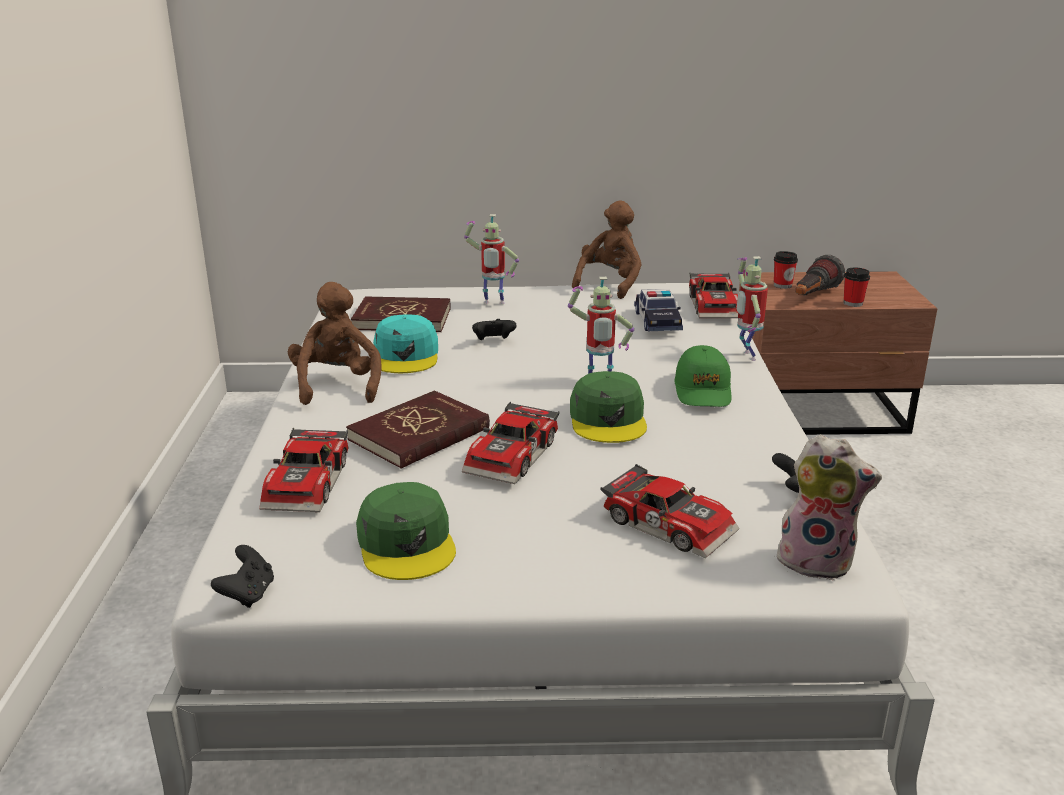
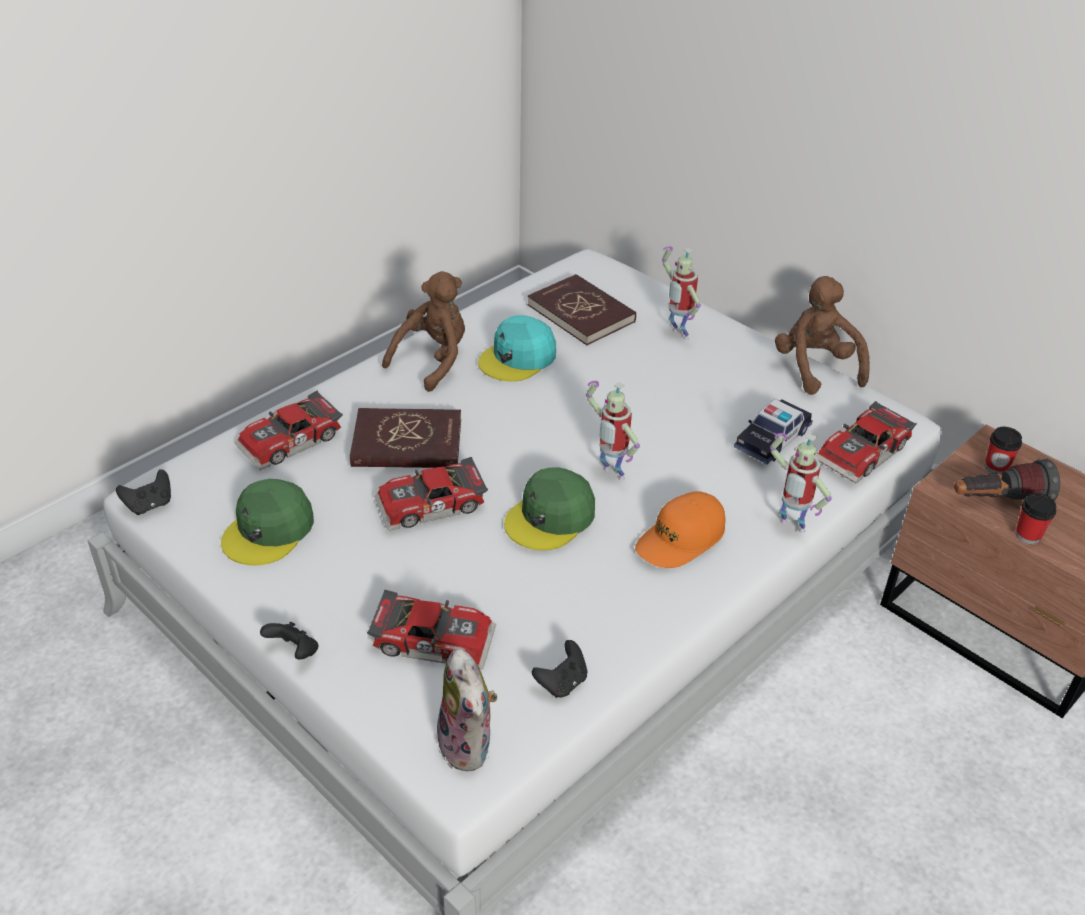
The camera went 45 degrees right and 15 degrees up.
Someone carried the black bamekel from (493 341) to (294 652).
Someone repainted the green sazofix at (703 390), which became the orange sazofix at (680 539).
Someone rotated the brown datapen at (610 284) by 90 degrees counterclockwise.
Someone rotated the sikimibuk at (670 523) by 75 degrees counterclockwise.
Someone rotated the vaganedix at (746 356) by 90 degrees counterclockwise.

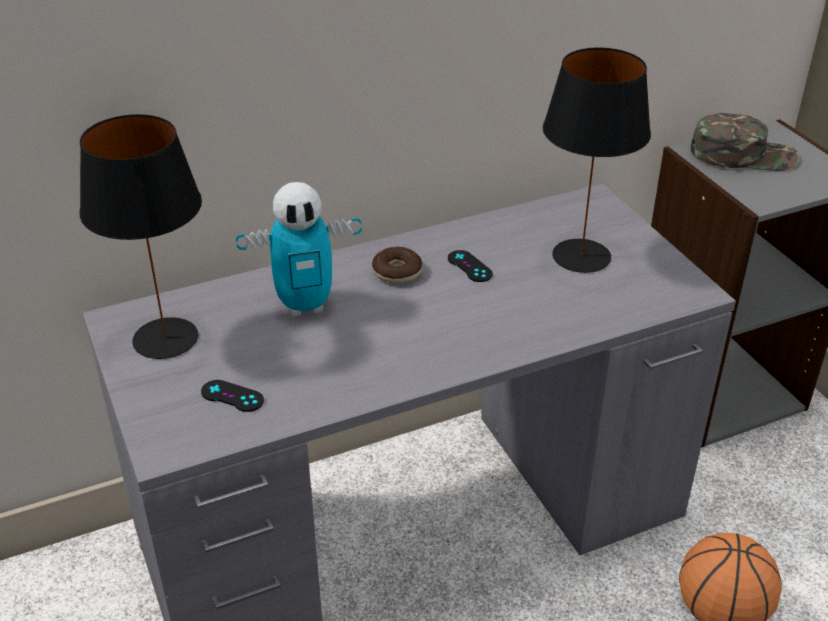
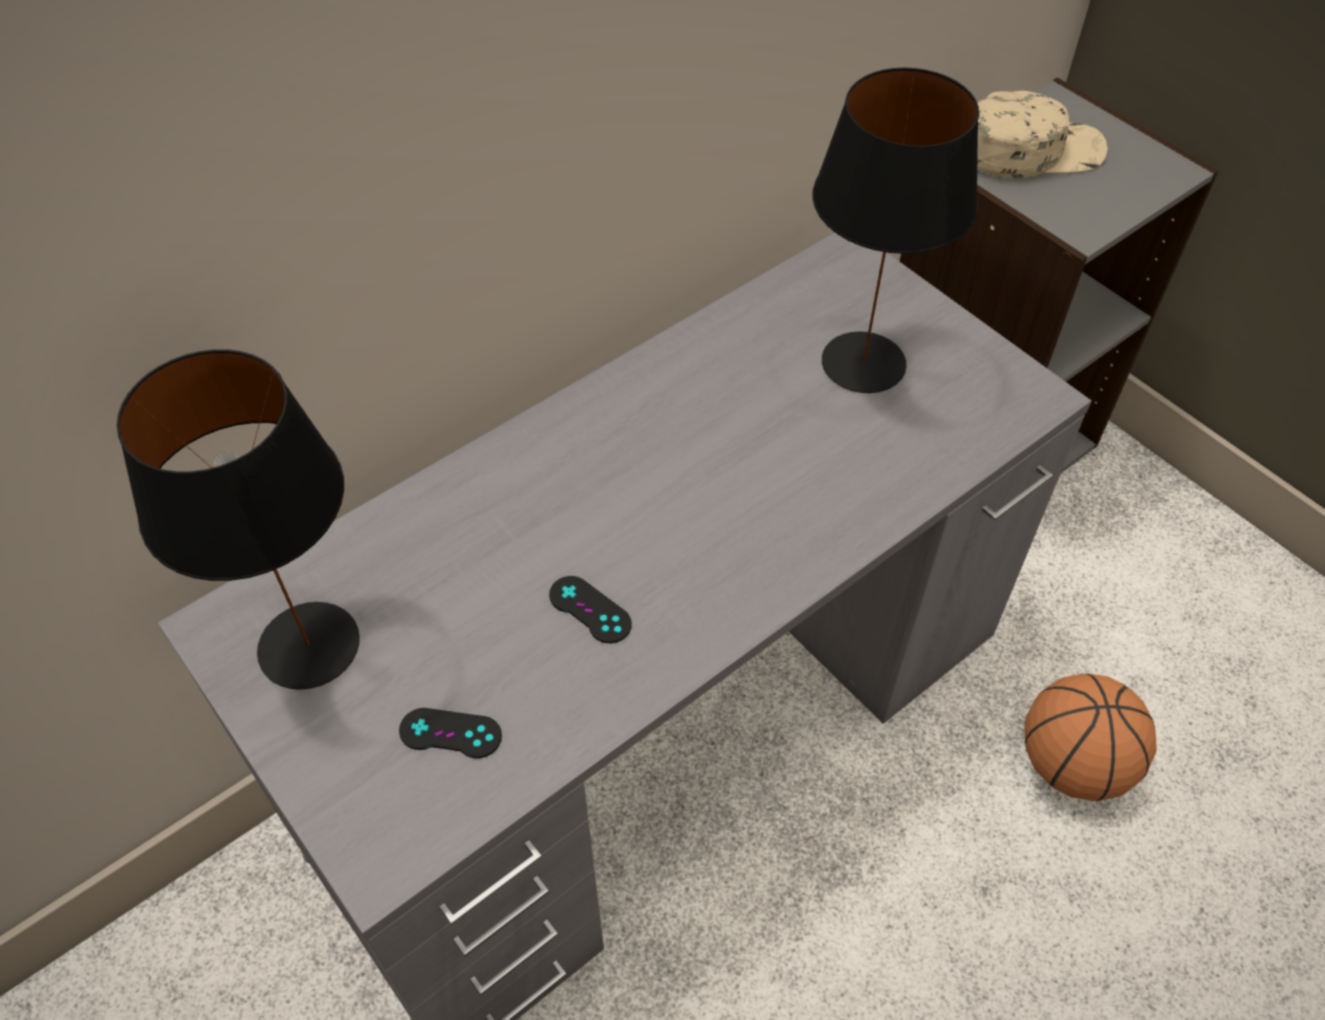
The camera went 15 degrees left and 15 degrees up.
Someone took away the vaganedix at (305 305).
Someone took away the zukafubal at (397 272).
Someone carried the black bamekel from (469 266) to (590 610).
Someone repainted the green sazofix at (742 154), which became the beige sazofix at (1030 149).

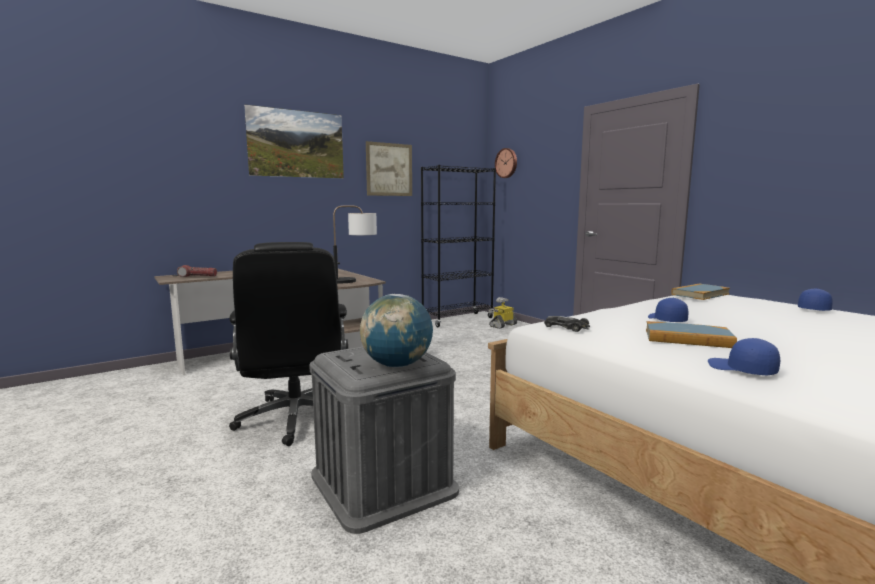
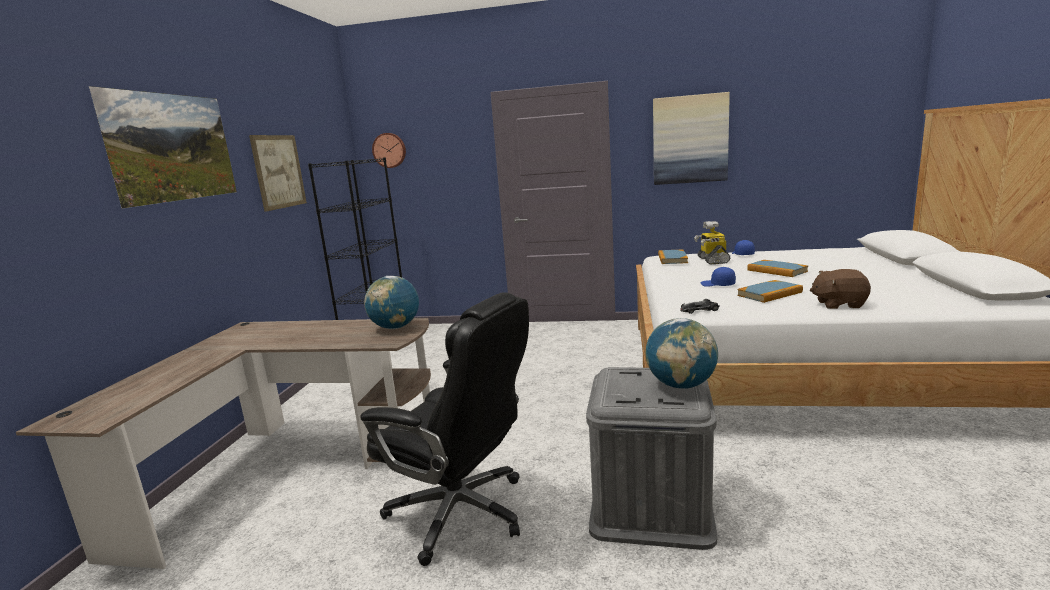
The camera went 45 degrees left and 5 degrees up.
Someone took away the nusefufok at (197 276).
Someone put up the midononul at (690 139).
Someone put down the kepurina at (777 271).
Someone carried the vaganedix from (502 325) to (712 260).
Someone swapped the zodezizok at (355 280) for the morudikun at (395 327).
Someone swapped the blue sazofix at (741 370) for the brown datapen at (838 304).

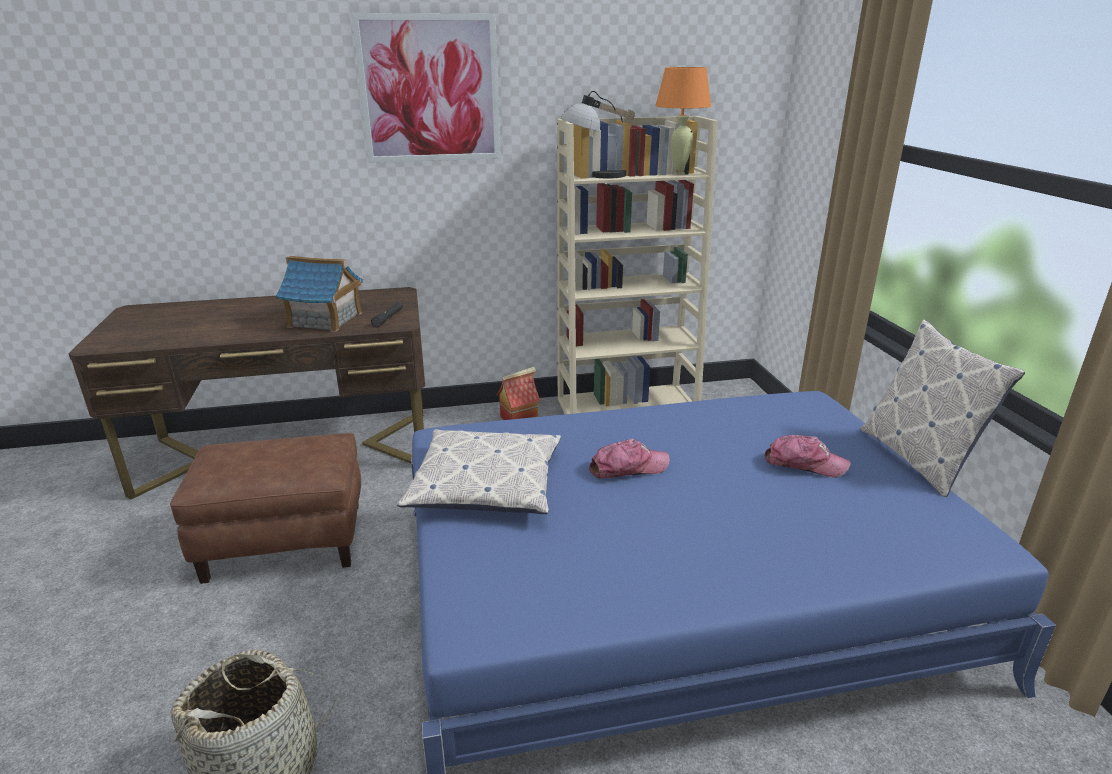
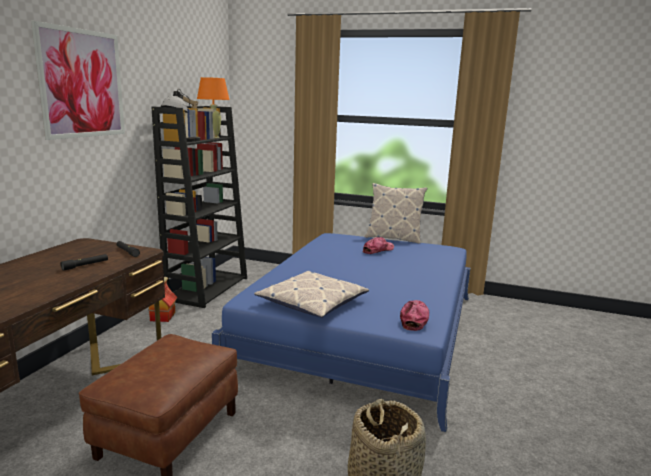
The camera went 60 degrees left and 10 degrees down.
Someone carried the sazofix from (628 467) to (414 319).
Someone swapped the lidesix at (325 320) for the black nusefufok at (85 265).
Someone repainted the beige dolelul at (628 407), which became the black dolelul at (207 288).

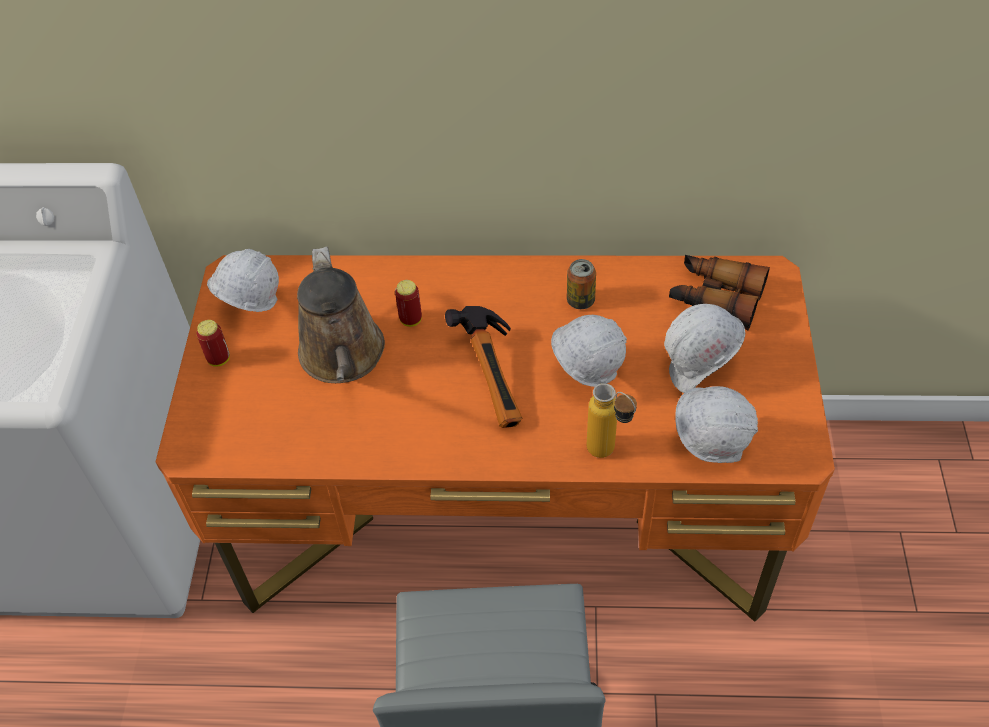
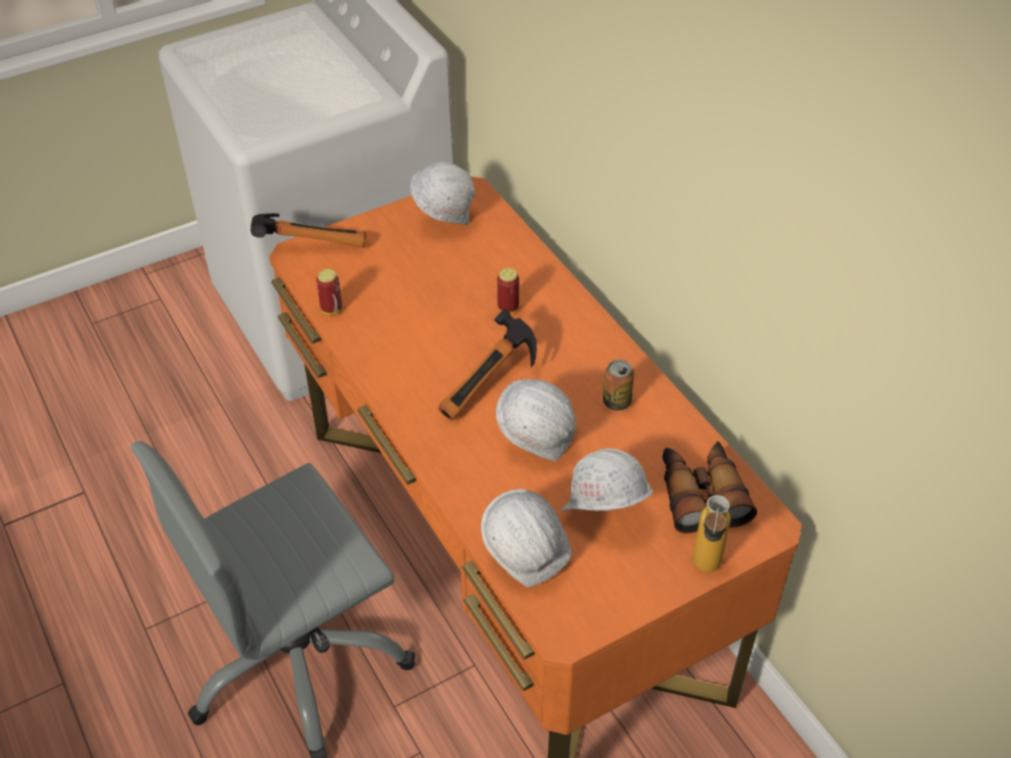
The camera went 55 degrees right and 5 degrees down.
Someone took away the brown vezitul at (343 357).
Someone put down the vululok at (311 243).
Someone carried the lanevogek from (219 359) to (331 309).
Someone carried the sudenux from (609 454) to (704 572).

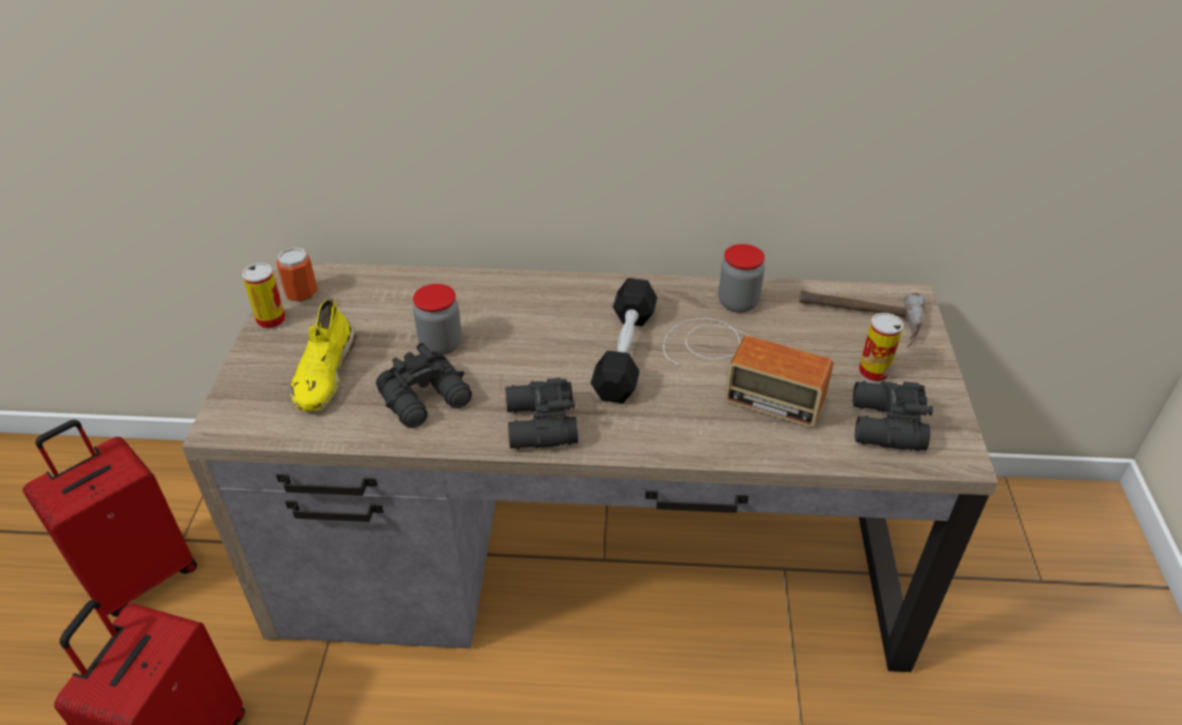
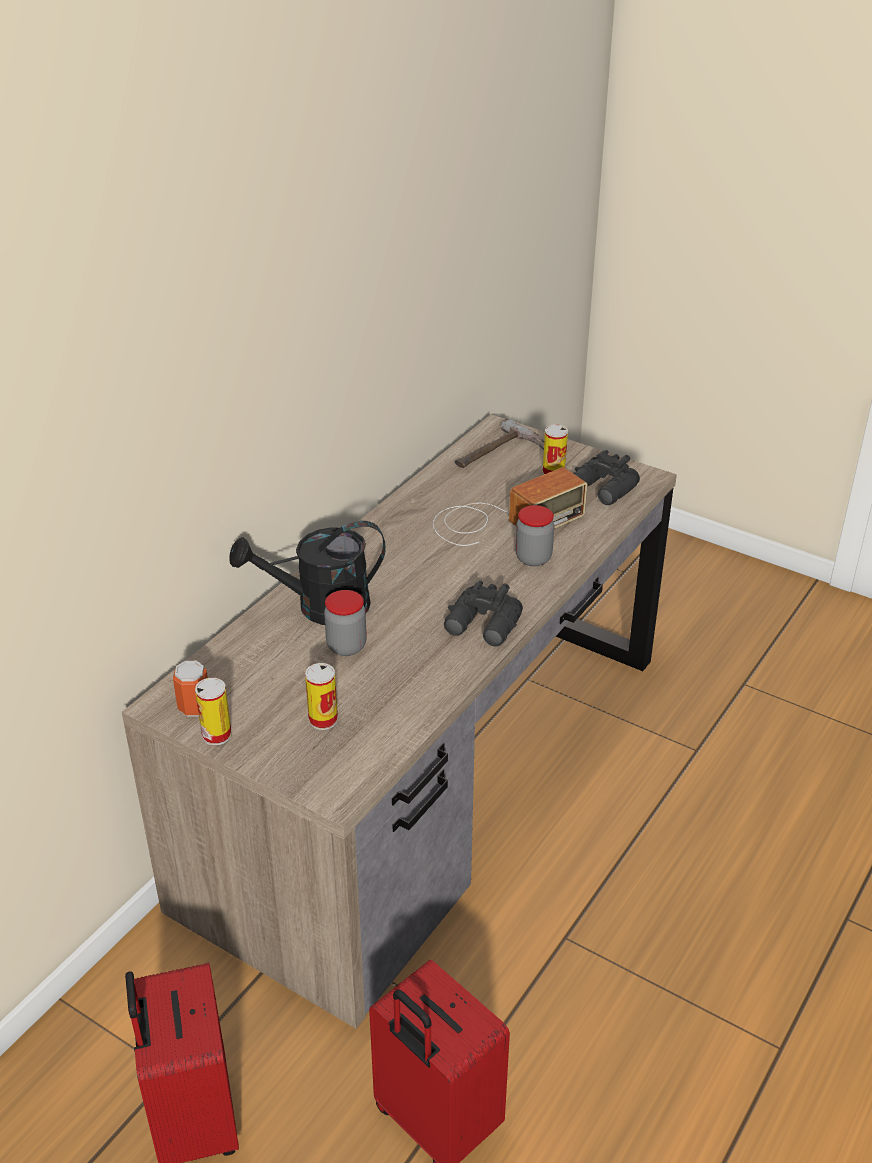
The camera went 60 degrees left and 5 degrees down.
Someone took away the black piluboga at (428 399).
Someone took away the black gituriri at (625 352).
Someone put down the black vezitul at (320 607).
Someone carried the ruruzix from (738 303) to (533 558).
Someone swapped the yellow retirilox at (324 373) for the lanevogek at (323 719).

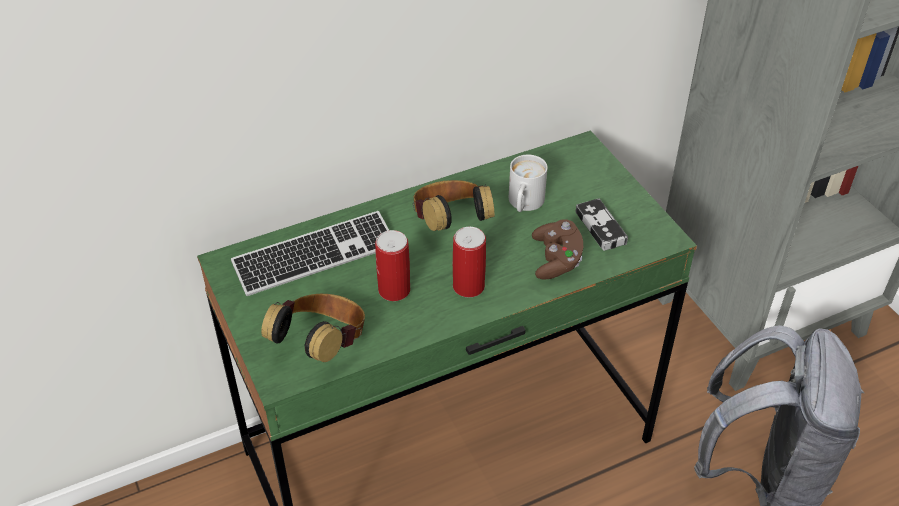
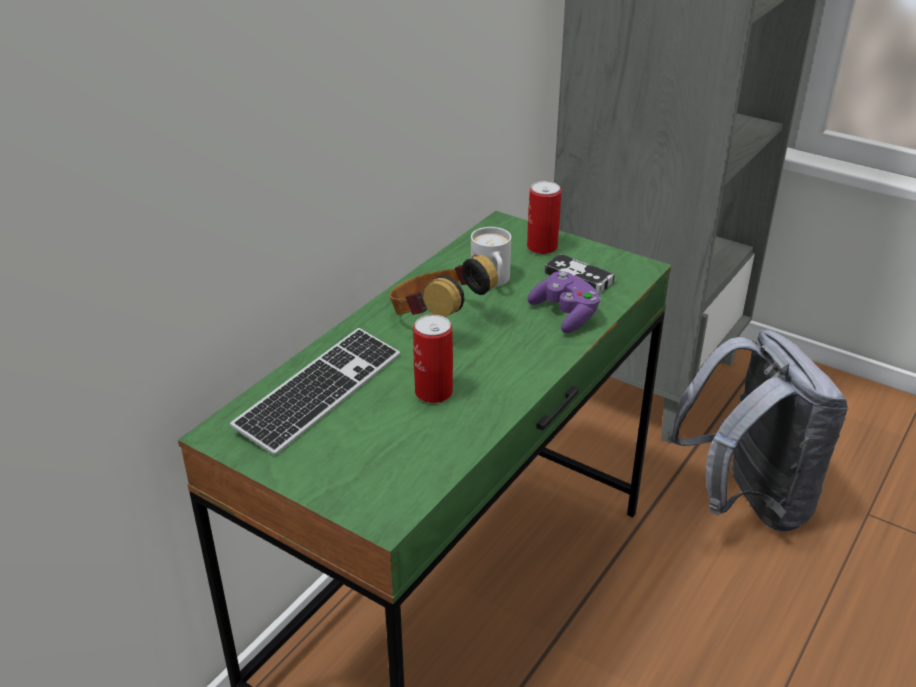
The camera went 30 degrees left and 10 degrees down.
Someone took away the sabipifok at (322 345).
Someone carried the lanevogek from (468 286) to (542 247).
Someone repainted the brown bamekel at (556 260), which became the purple bamekel at (565 314).

